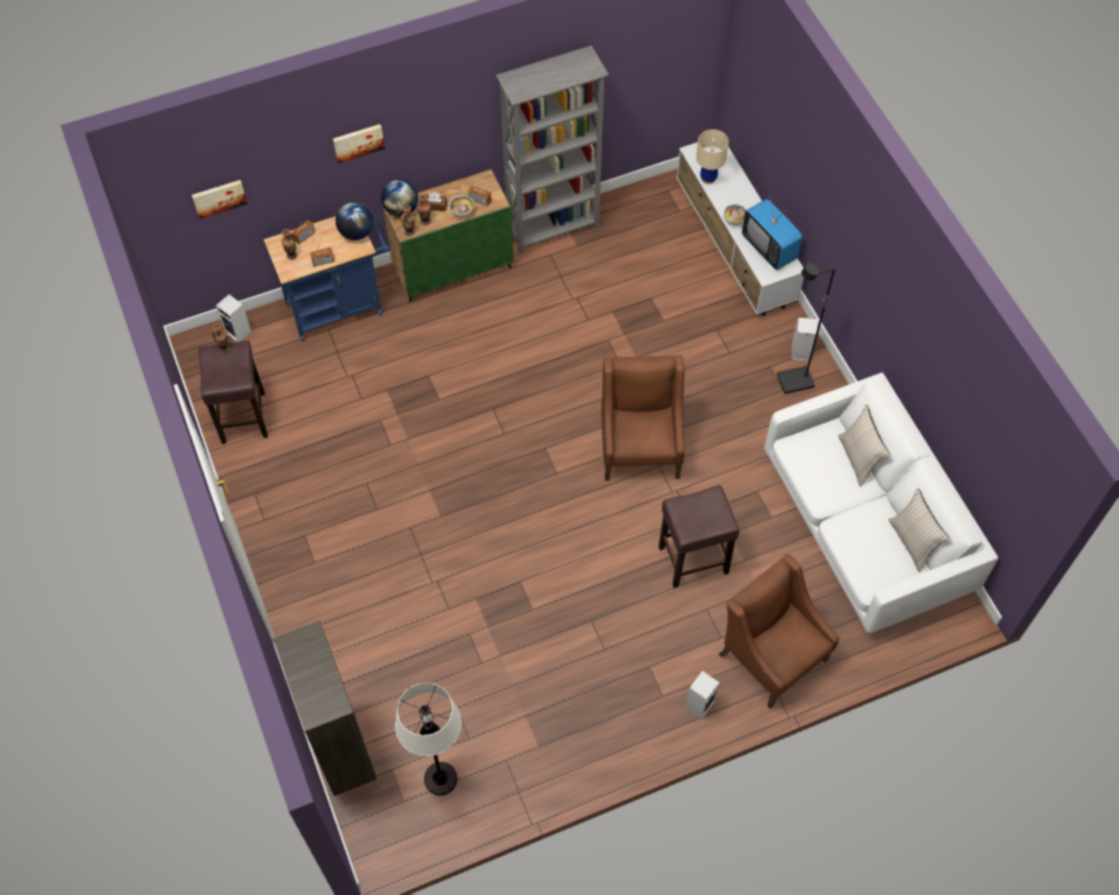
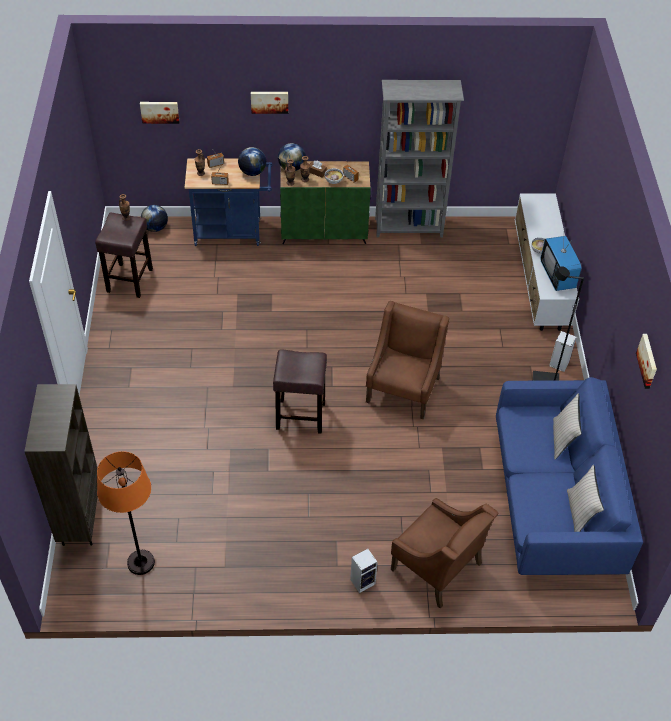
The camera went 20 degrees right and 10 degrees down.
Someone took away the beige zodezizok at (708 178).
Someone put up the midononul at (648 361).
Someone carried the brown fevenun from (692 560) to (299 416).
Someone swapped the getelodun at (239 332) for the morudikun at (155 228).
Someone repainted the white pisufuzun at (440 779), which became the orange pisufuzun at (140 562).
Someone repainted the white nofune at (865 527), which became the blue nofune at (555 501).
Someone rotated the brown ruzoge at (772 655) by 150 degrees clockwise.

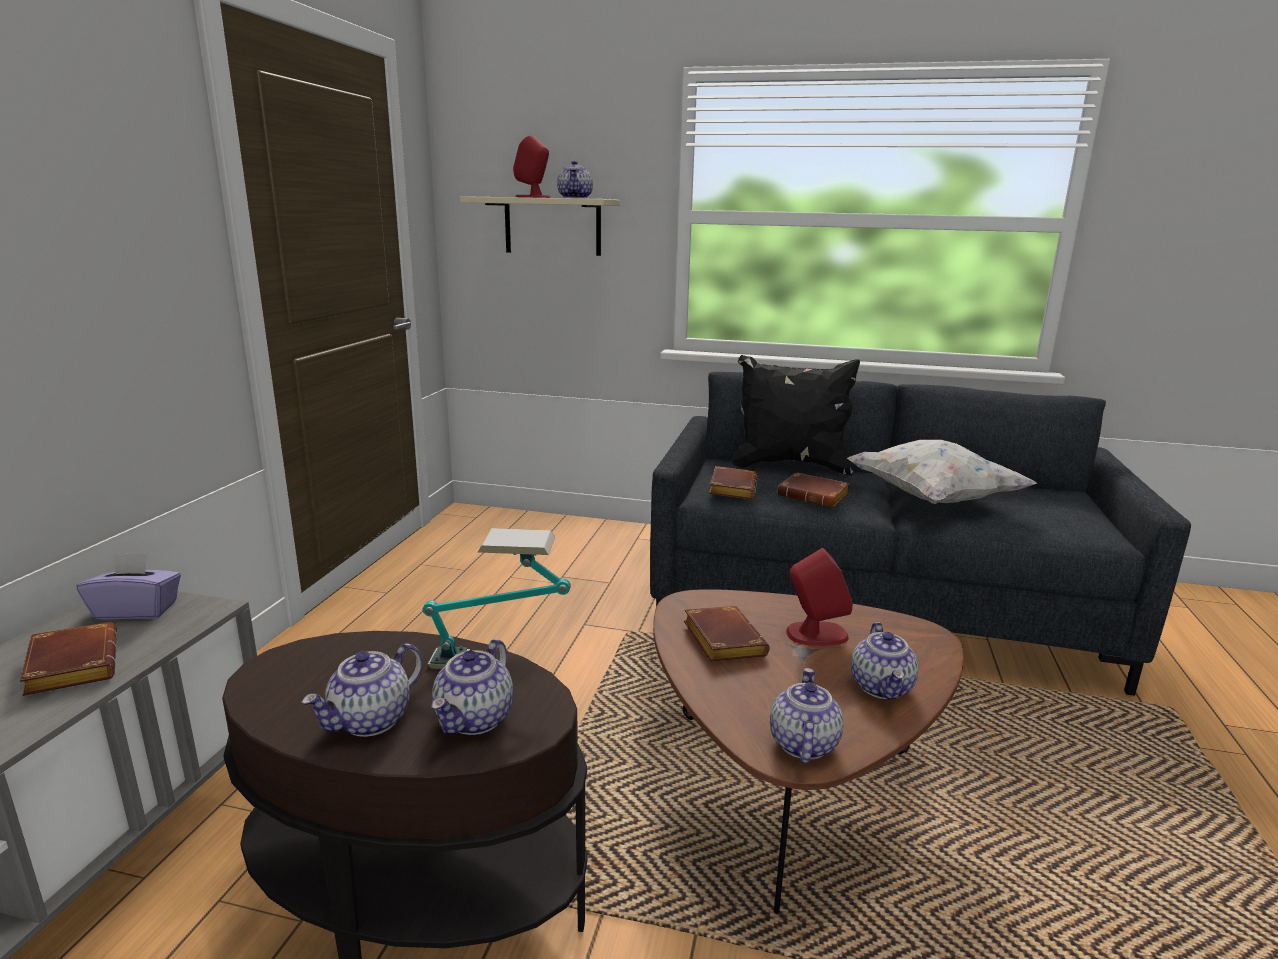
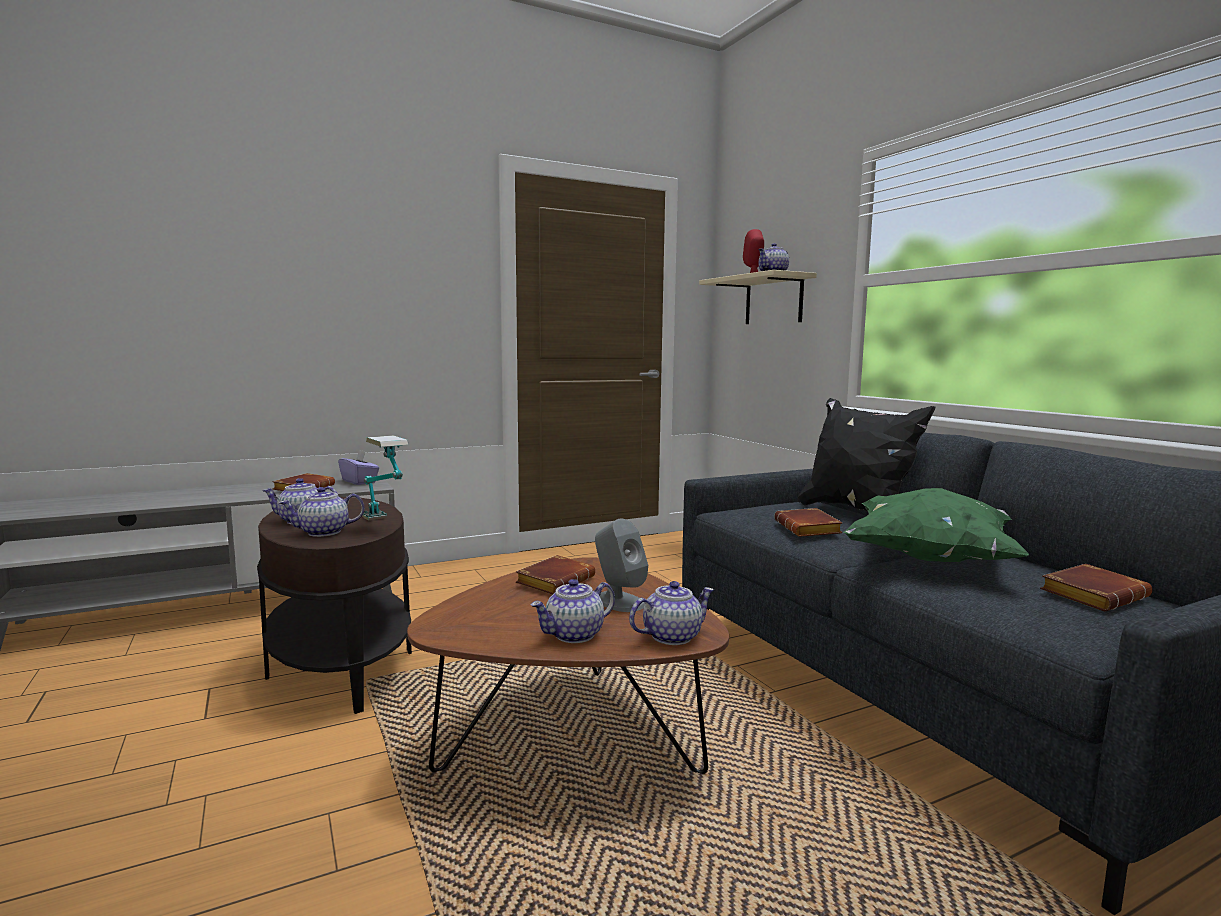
The camera went 50 degrees right and 10 degrees down.
Someone carried the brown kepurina from (731 488) to (1092 595).
Someone carried the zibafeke from (802 743) to (672 636).
Someone repainted the red getelodun at (816 634), which became the grey getelodun at (618 601).
Someone repainted the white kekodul at (931 499), which became the green kekodul at (930 559).

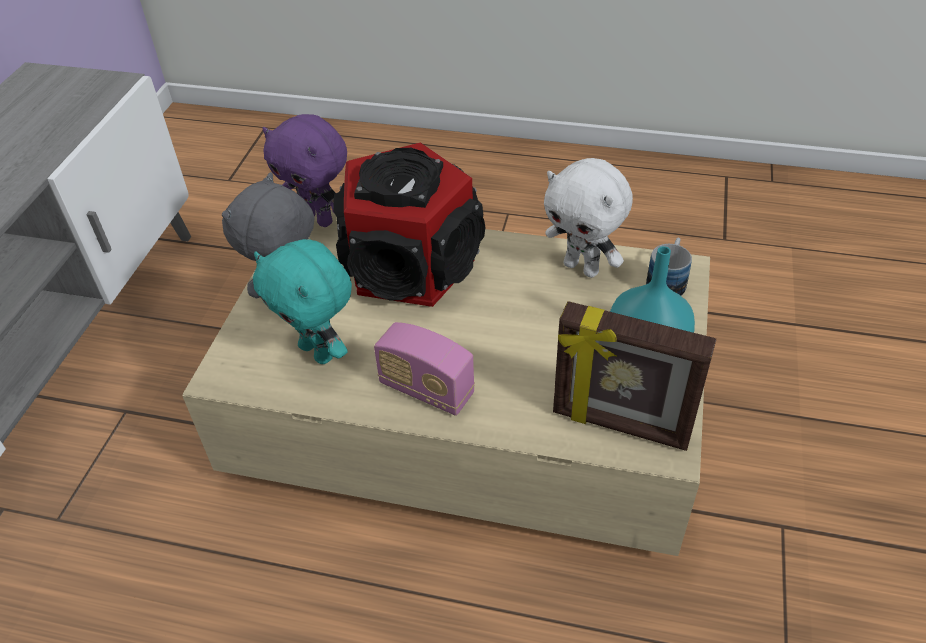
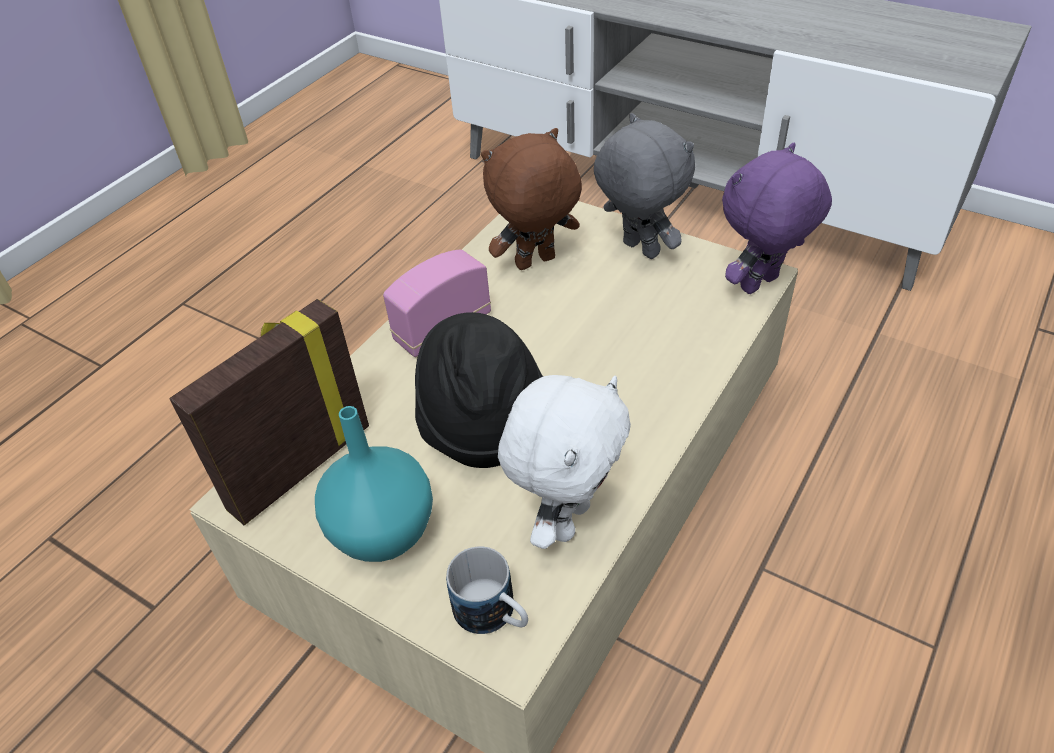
The camera went 110 degrees right and 0 degrees up.
Someone took away the getelodun at (412 266).
Someone put down the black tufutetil at (483 427).
Someone repainted the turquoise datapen at (318 352), which became the brown datapen at (535 263).
Someone rotated the white datapen at (582 268) by 150 degrees clockwise.

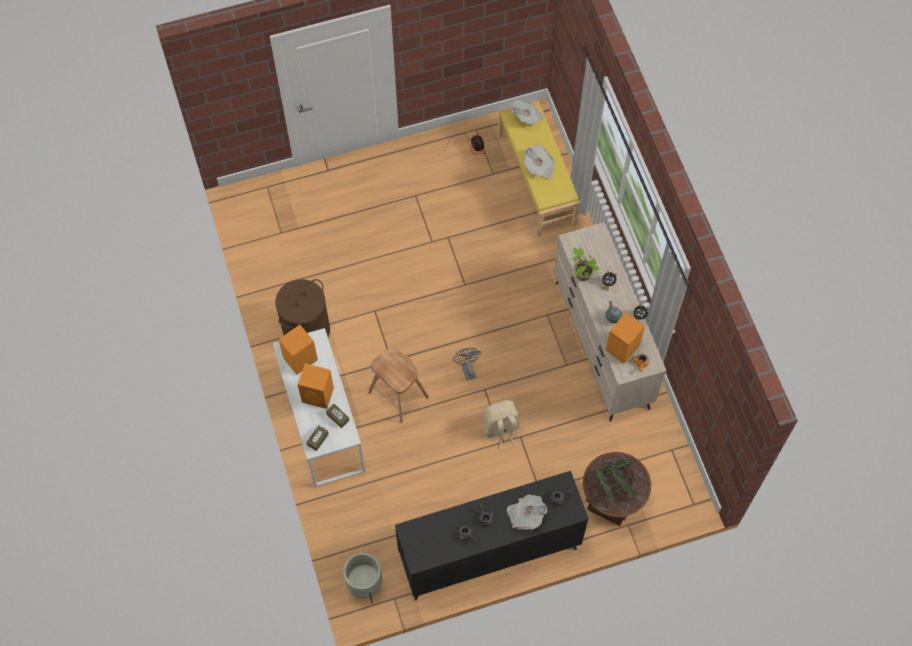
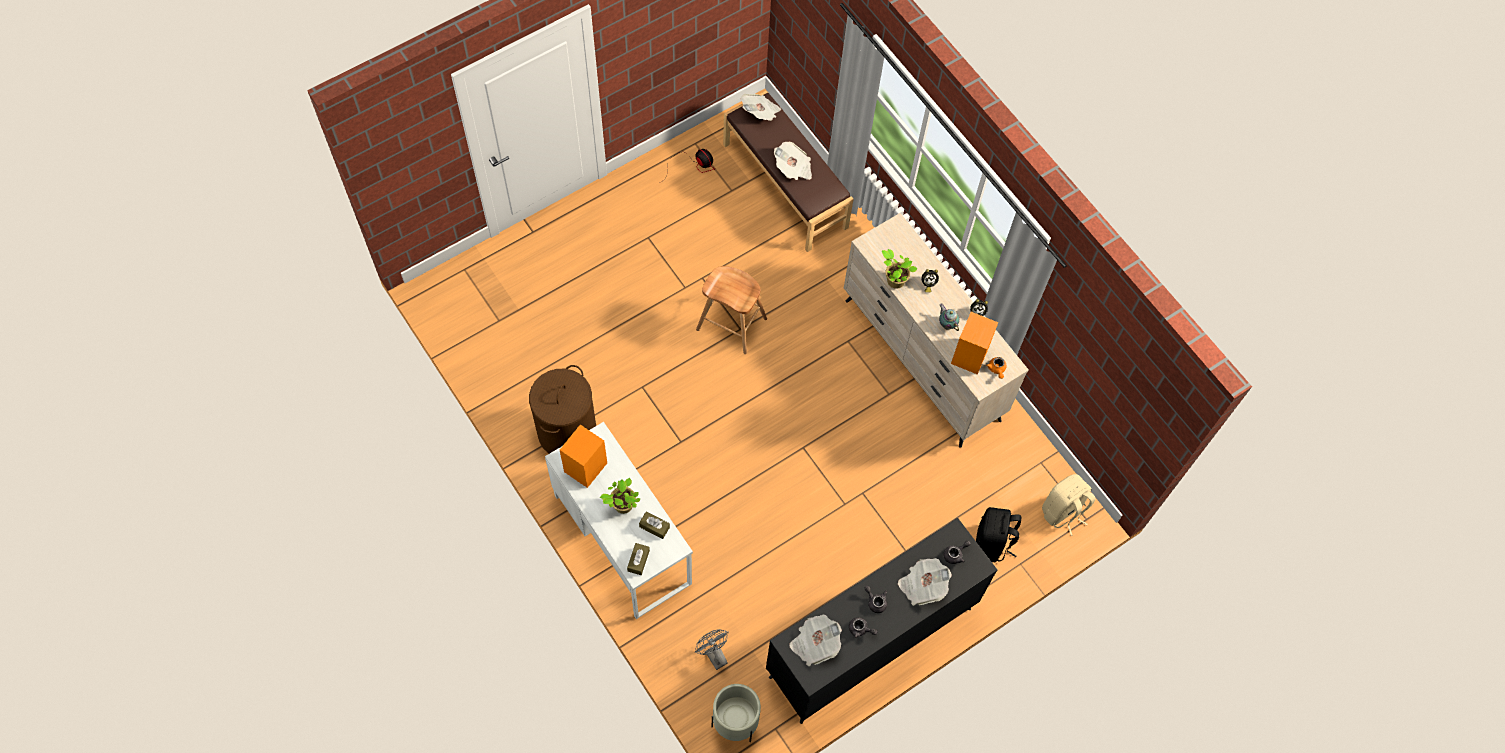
The camera went 20 degrees left and 0 degrees up.
Someone put down the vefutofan at (814 644).
Someone carried the brown fevenun from (398 395) to (731 324).
Someone carried the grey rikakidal from (467 368) to (713 654).
Someone carried the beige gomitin from (501 430) to (1063 512).
Someone swapped the orange getelodun at (318 395) for the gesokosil at (622 506).
Someone swapped the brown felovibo at (611 503) for the black gomitin at (992 543).
Someone repainted the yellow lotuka at (537 179), which became the brown lotuka at (785 185).

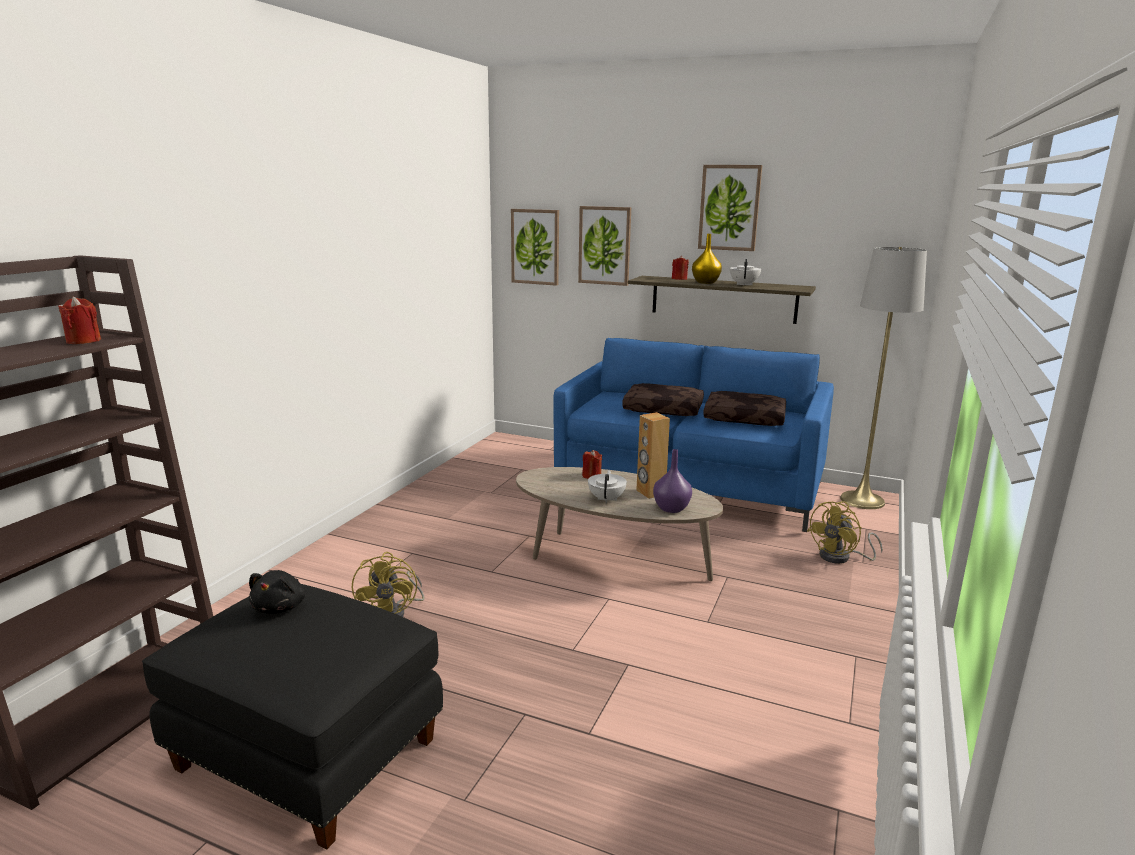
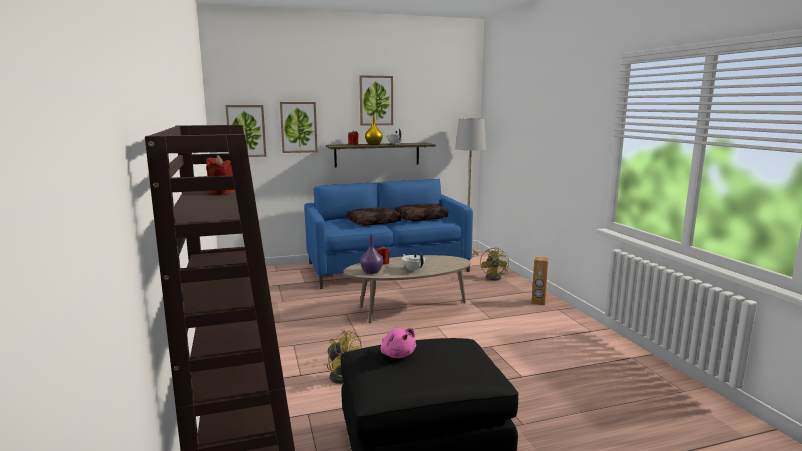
The camera went 40 degrees left and 5 degrees down.
Someone carried the brown getelodun from (650 492) to (538 302).
Someone carried the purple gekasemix from (671 509) to (371 272).
Someone repainted the black datapen at (280 607), which became the pink datapen at (397 354).

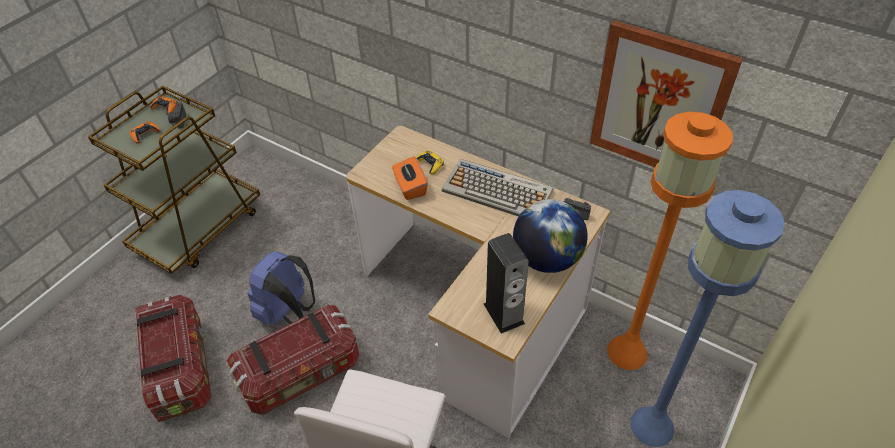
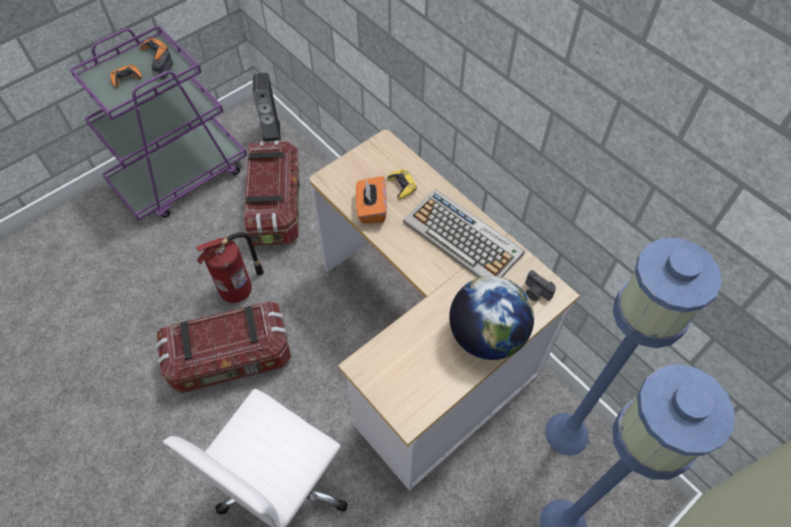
The camera went 15 degrees right and 10 degrees up.
Someone took away the midononul at (659 103).
Someone carried the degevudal from (181 368) to (276 207).
Someone carried the getelodun from (503 313) to (271 131).
Someone swapped the blue gomitin at (288 311) for the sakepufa at (239 289).
Someone repainted the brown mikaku at (199 228), which became the purple mikaku at (181 175).
Someone repainted the orange pisufuzun at (627 352), which became the blue pisufuzun at (567 433).

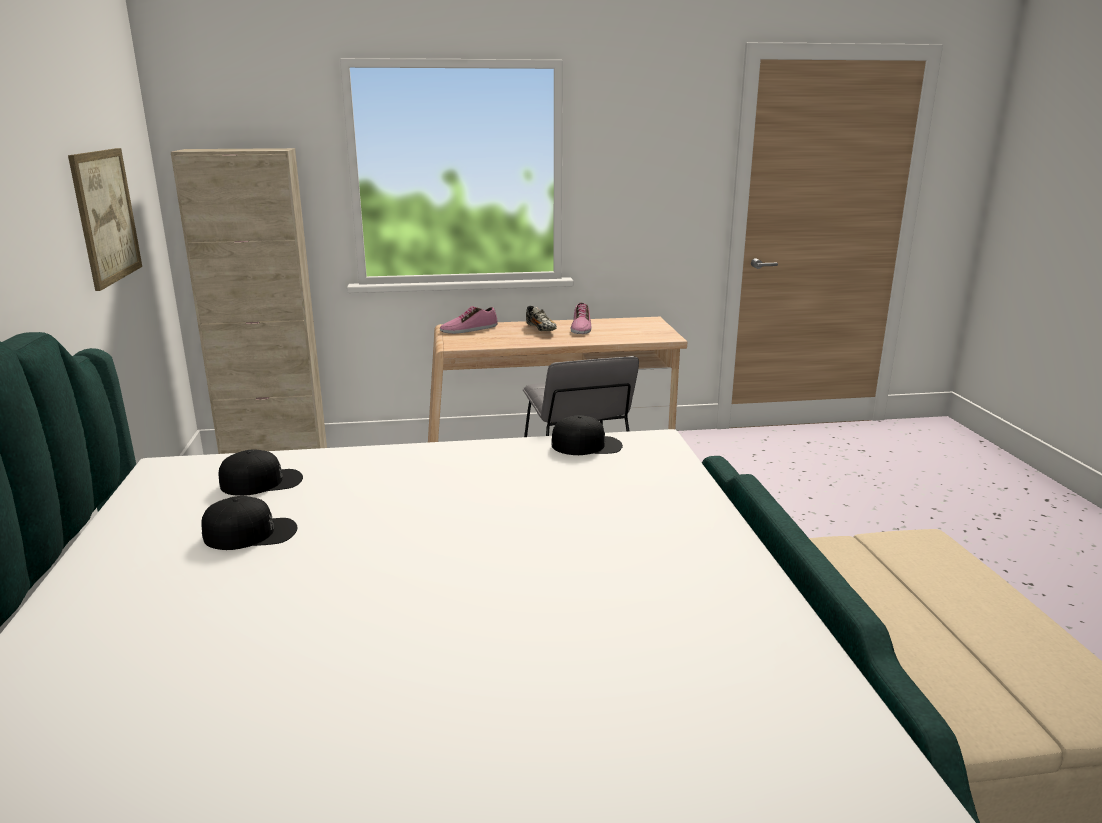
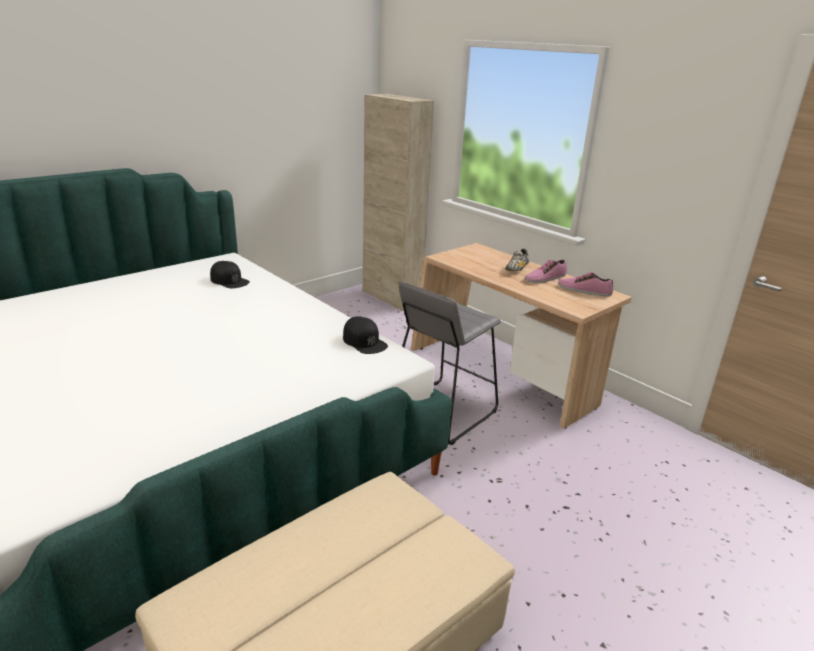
The camera went 55 degrees right and 5 degrees up.
Someone took away the midononul at (106 216).
Someone took away the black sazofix at (251 533).
Someone carried the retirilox from (469 329) to (584 290).

